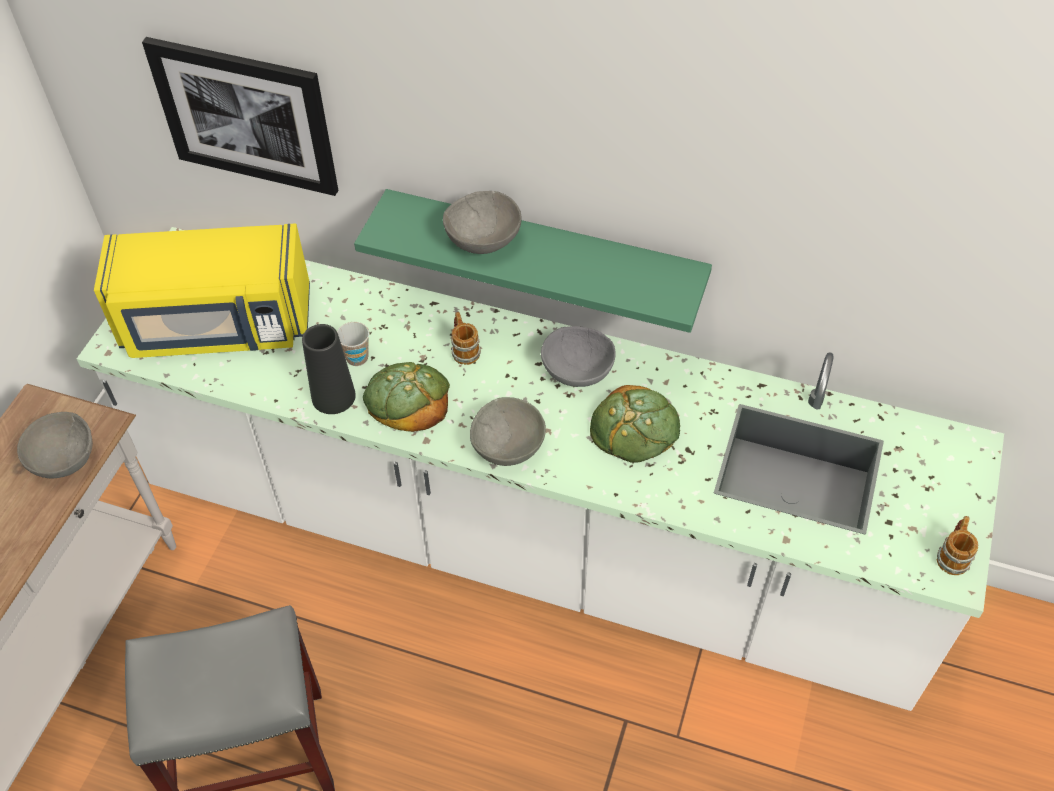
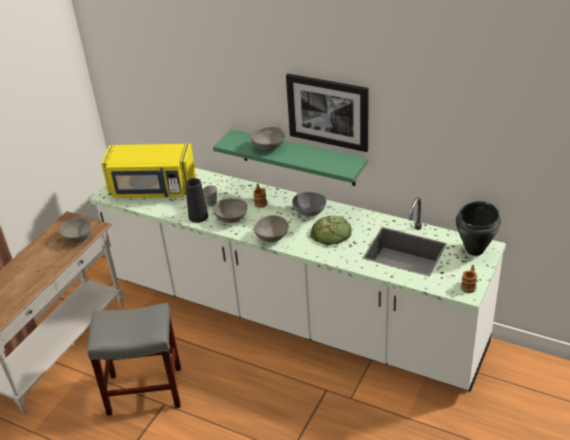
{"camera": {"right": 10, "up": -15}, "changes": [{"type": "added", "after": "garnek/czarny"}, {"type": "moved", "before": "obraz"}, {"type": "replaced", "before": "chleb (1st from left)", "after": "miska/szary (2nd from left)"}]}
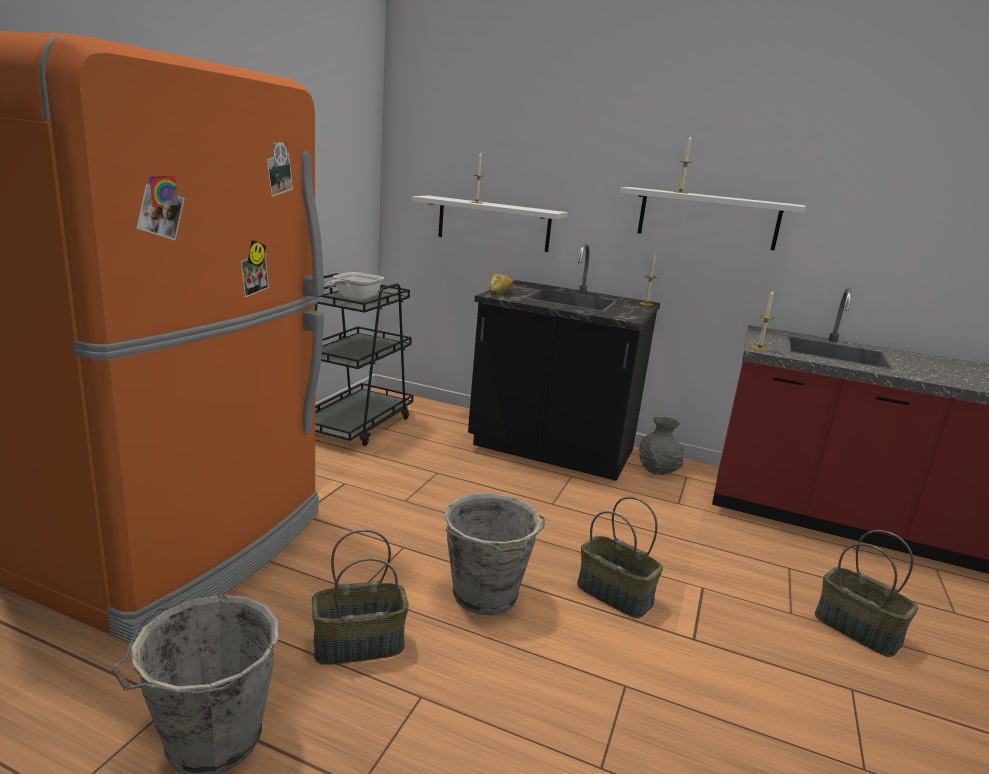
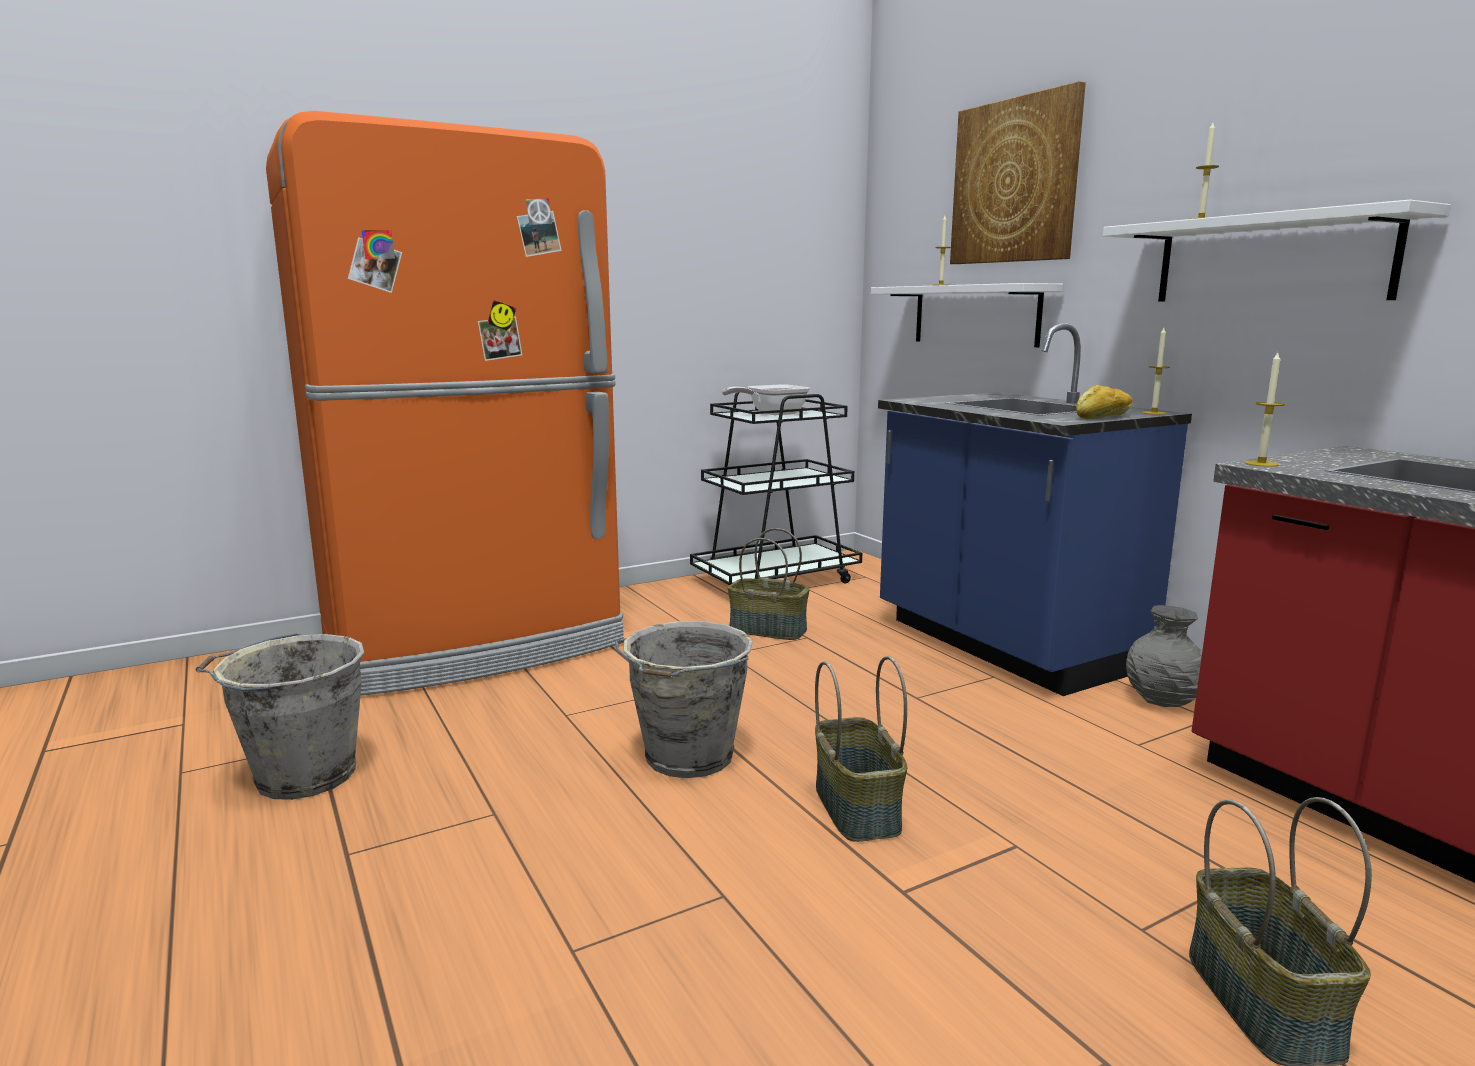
{"camera": {"right": 40, "up": -5}, "changes": [{"type": "added", "after": "obraz"}, {"type": "moved", "before": "koszyk (1st from left)"}, {"type": "moved", "before": "chleb"}, {"type": "recoloured", "before": "zabudowa kuchenna/czarny", "after": "zabudowa kuchenna/niebieski"}]}
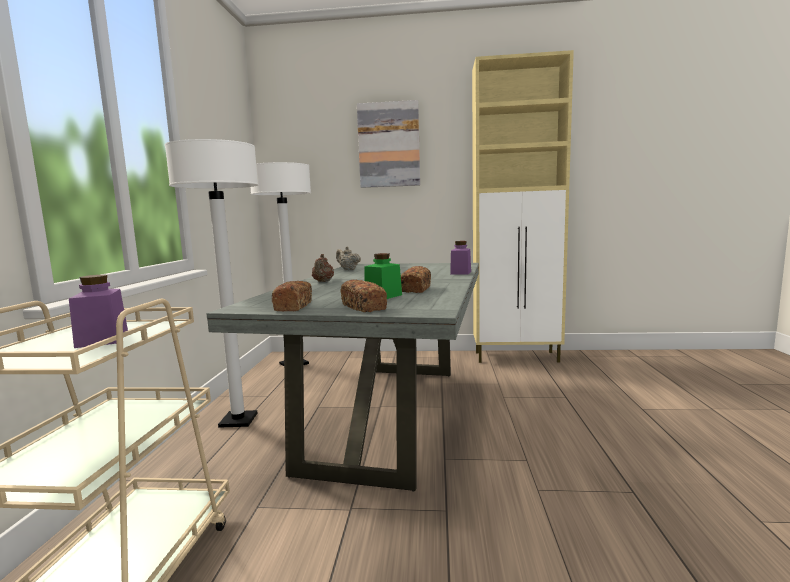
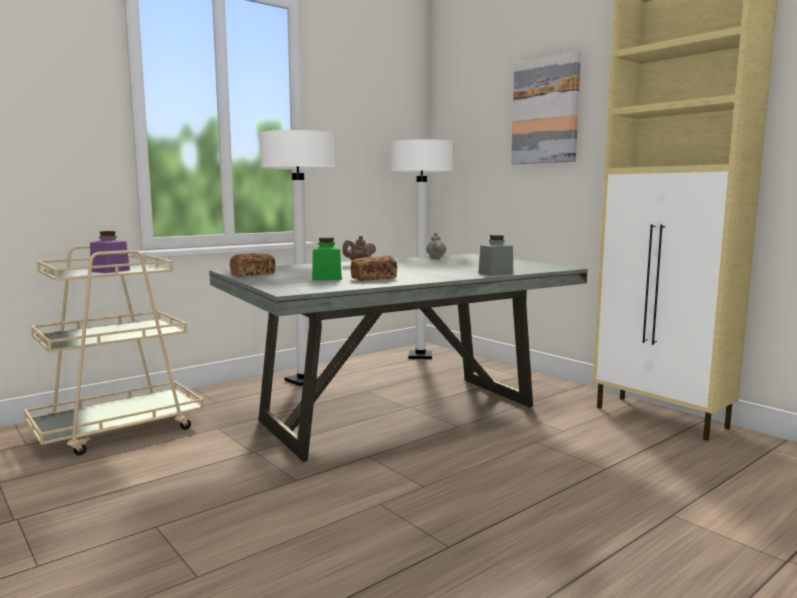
{"camera": {"right": 45, "up": 0}, "changes": [{"type": "removed", "before": "chleb (2nd from left)"}, {"type": "recoloured", "before": "słoik/fioletowy (2nd from left)", "after": "słoik/szary"}]}
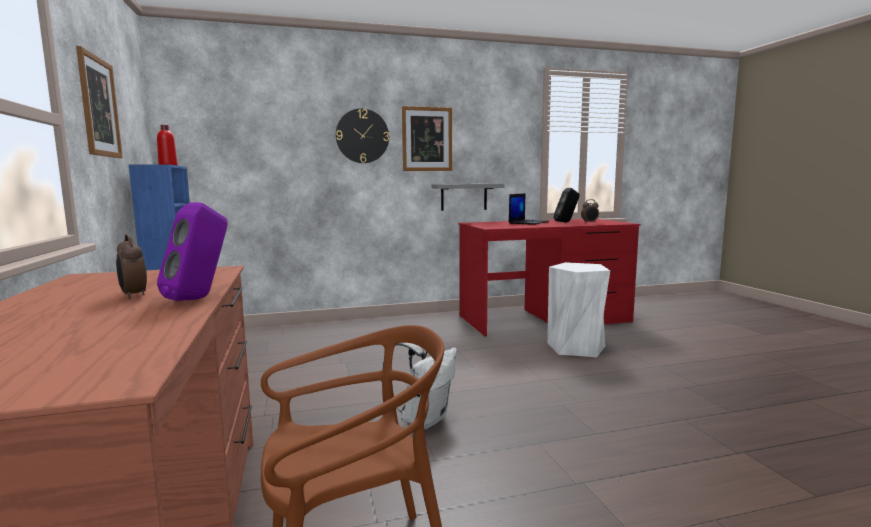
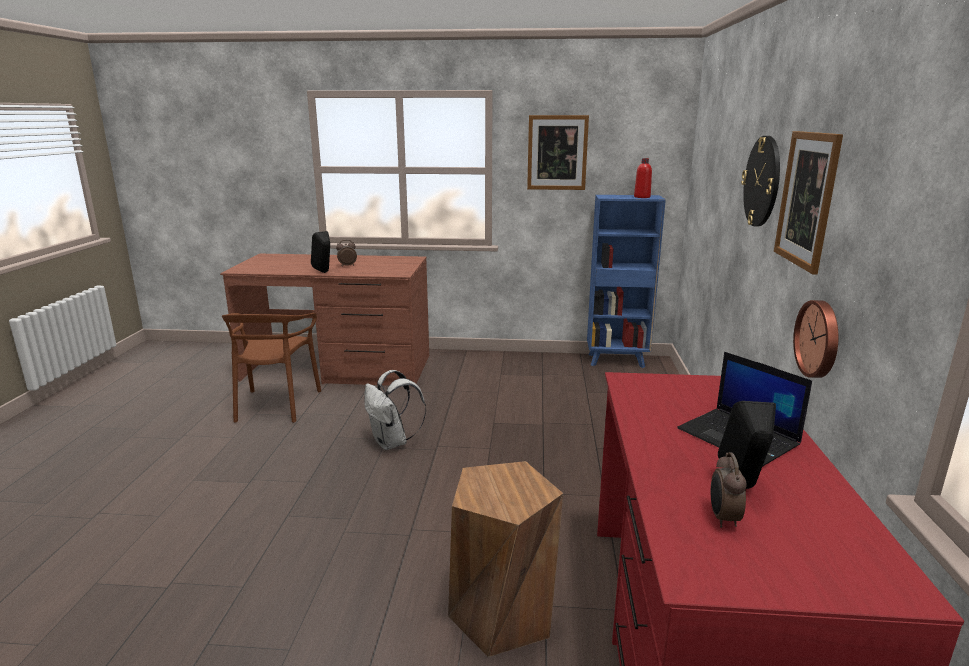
{"camera": {"right": 110, "up": 10}, "changes": [{"type": "replaced", "before": "półka/szary", "after": "zegar ścienny (2nd from left)"}, {"type": "recoloured", "before": "głośnik/fioletowy", "after": "głośnik/czarny (1st from left)"}, {"type": "recoloured", "before": "stołek/biały", "after": "stołek/brązowy"}]}
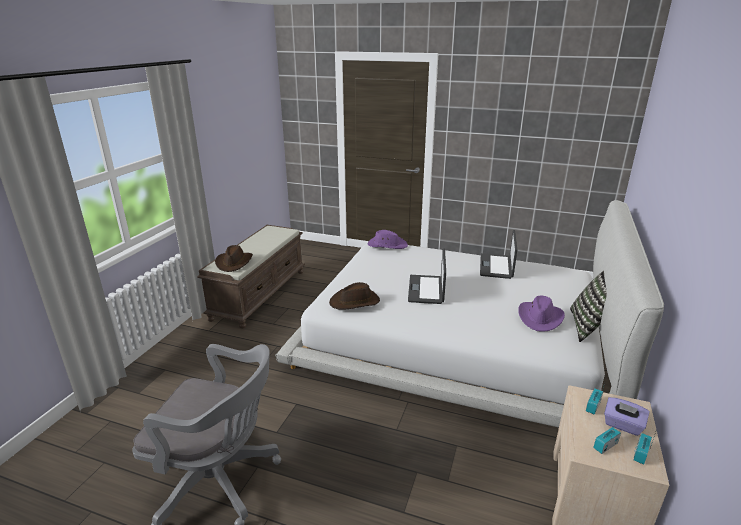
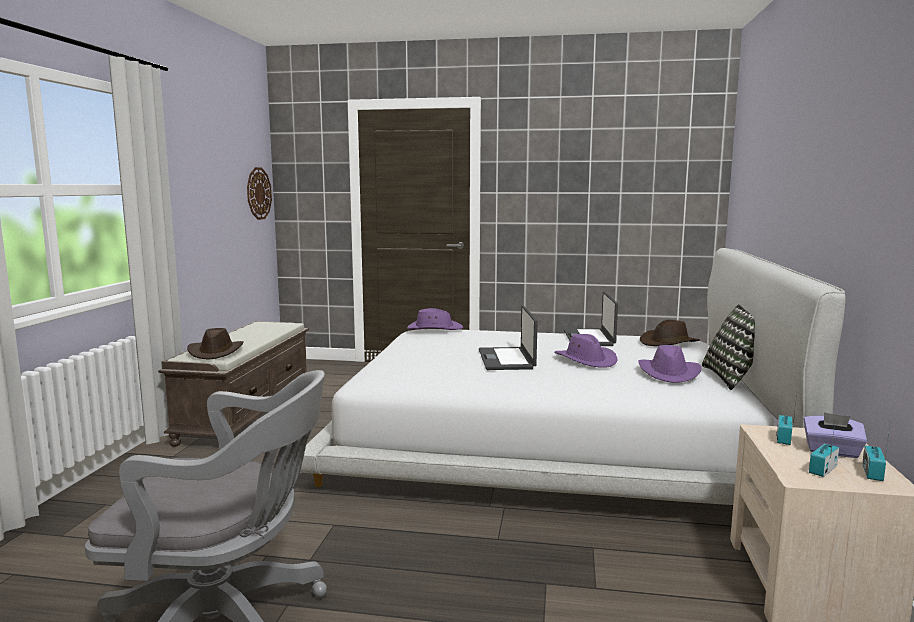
{"camera": {"right": -10, "up": -15}, "changes": [{"type": "added", "after": "zegar ścienny"}, {"type": "added", "after": "kapelusz/fioletowy (2nd from left)"}, {"type": "moved", "before": "kapelusz/brązowy (2nd from left)"}]}
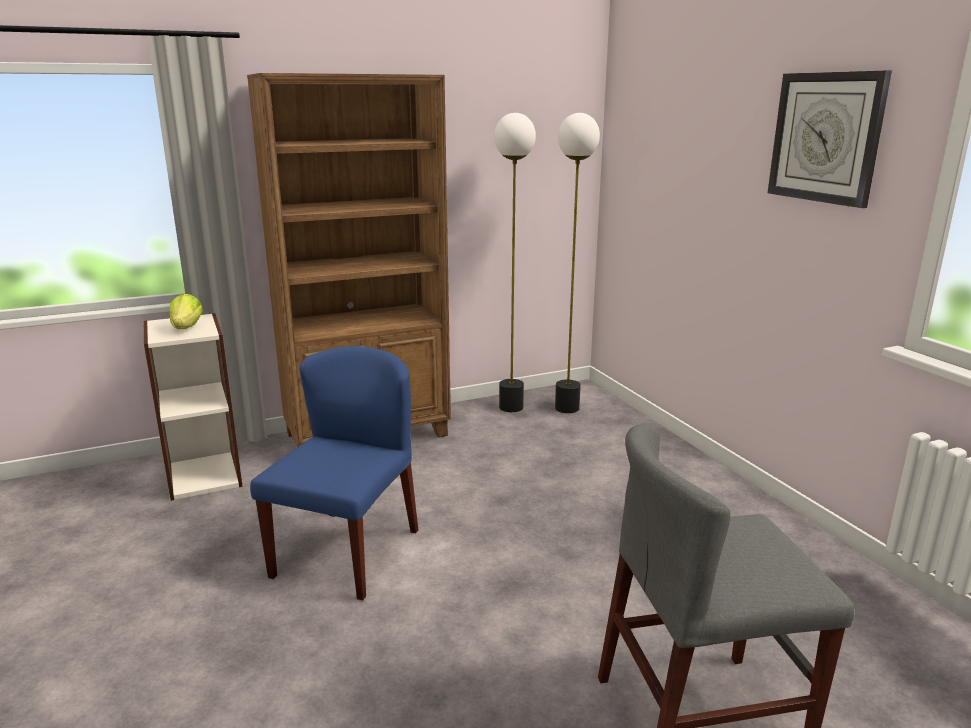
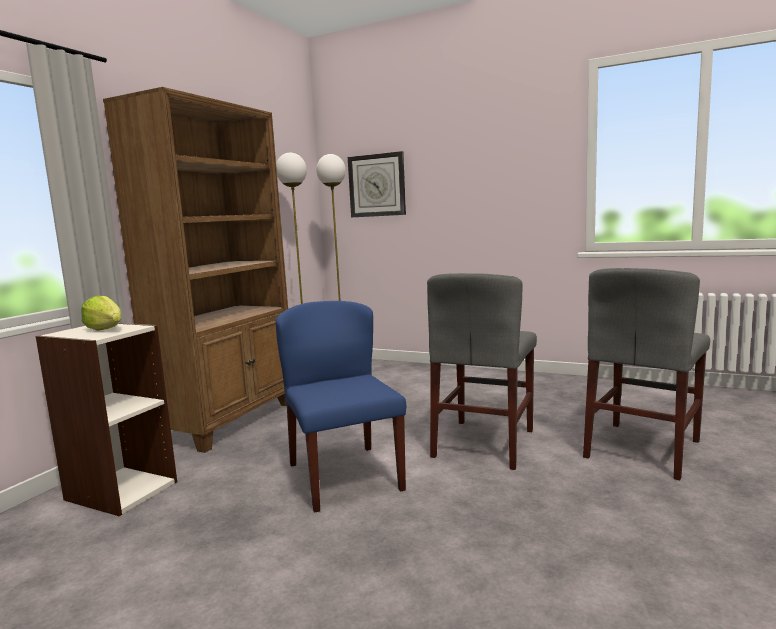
{"camera": {"right": -40, "up": -10}, "changes": [{"type": "added", "after": "krzesło/szary (1st from left)"}, {"type": "moved", "before": "zegar ścienny"}]}
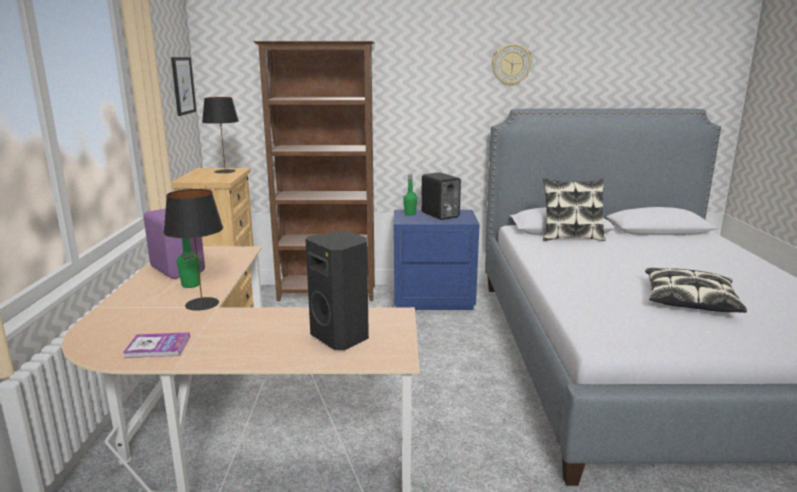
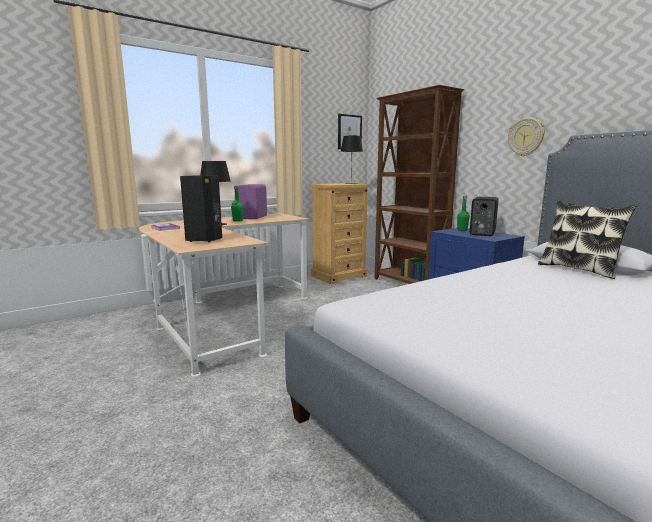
{"camera": {"right": 55, "up": -5}, "changes": [{"type": "removed", "before": "poduszka (2nd from left)"}, {"type": "moved", "before": "zegar ścienny"}]}
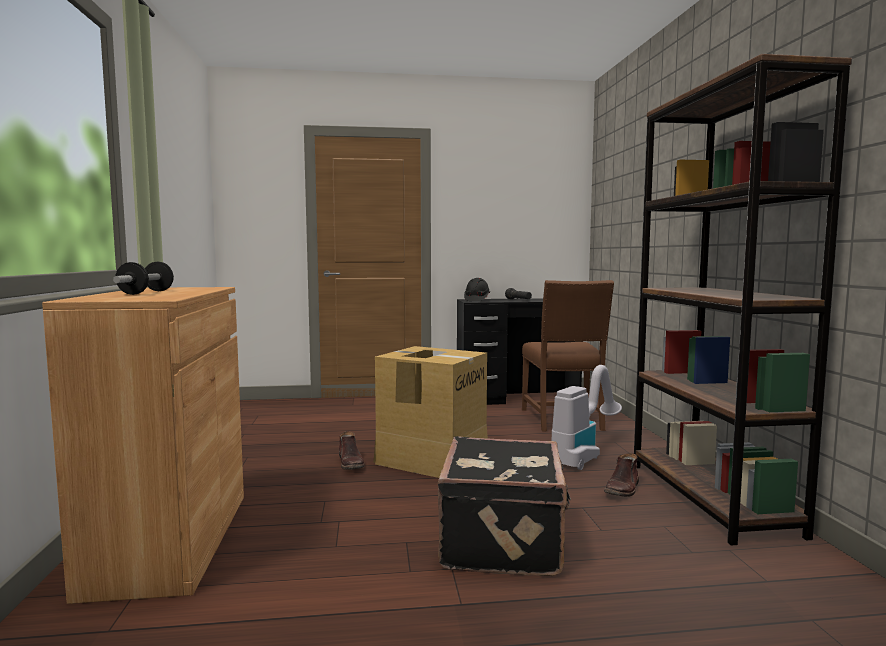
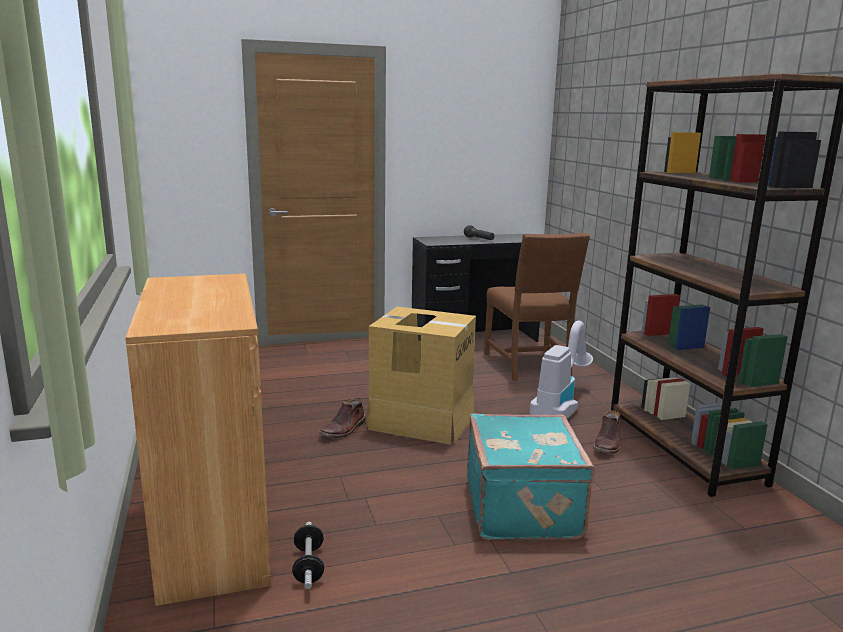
{"camera": {"right": -10, "up": 10}, "changes": [{"type": "removed", "before": "kask/czarny"}, {"type": "moved", "before": "hantel"}, {"type": "recoloured", "before": "walizka/czarny", "after": "walizka/turkusowy"}, {"type": "turned", "before": "but z cholewką/brązowy (1st from left)", "turn": 60}]}
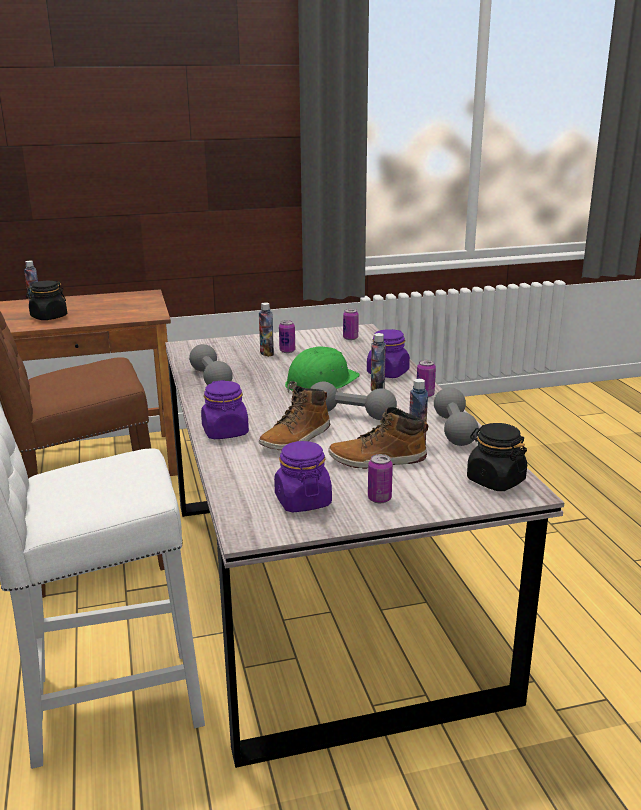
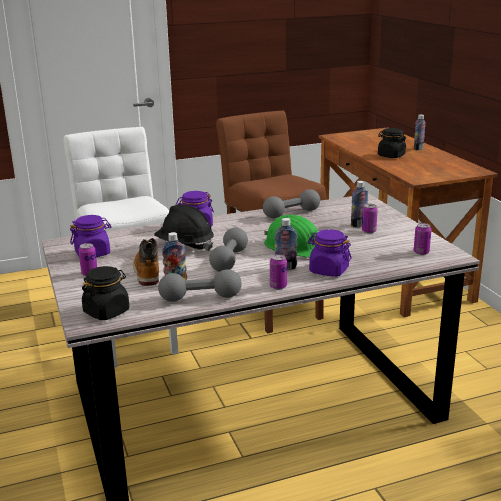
{"camera": {"right": 85, "up": 0}, "changes": [{"type": "replaced", "before": "but z cholewką (1st from left)", "after": "kask/czarny"}]}
